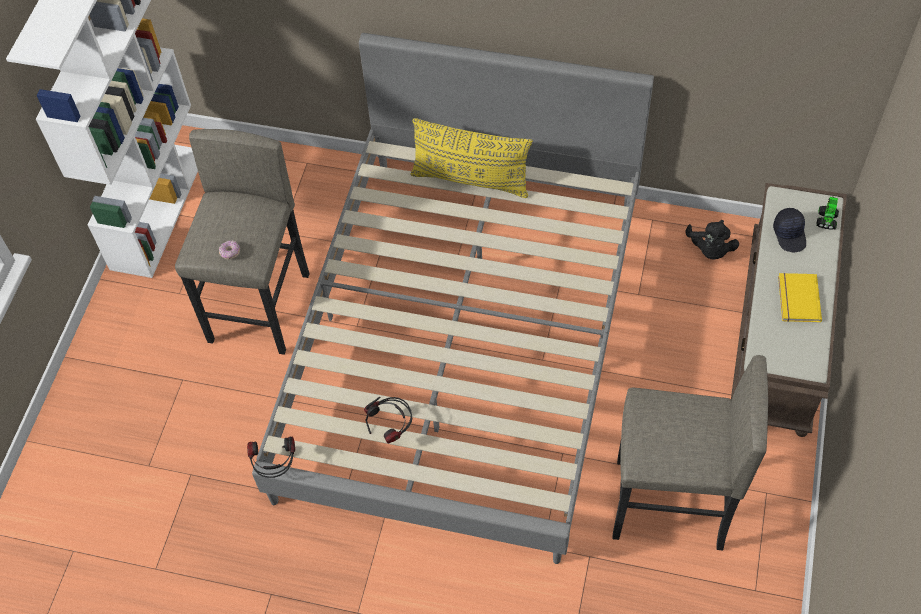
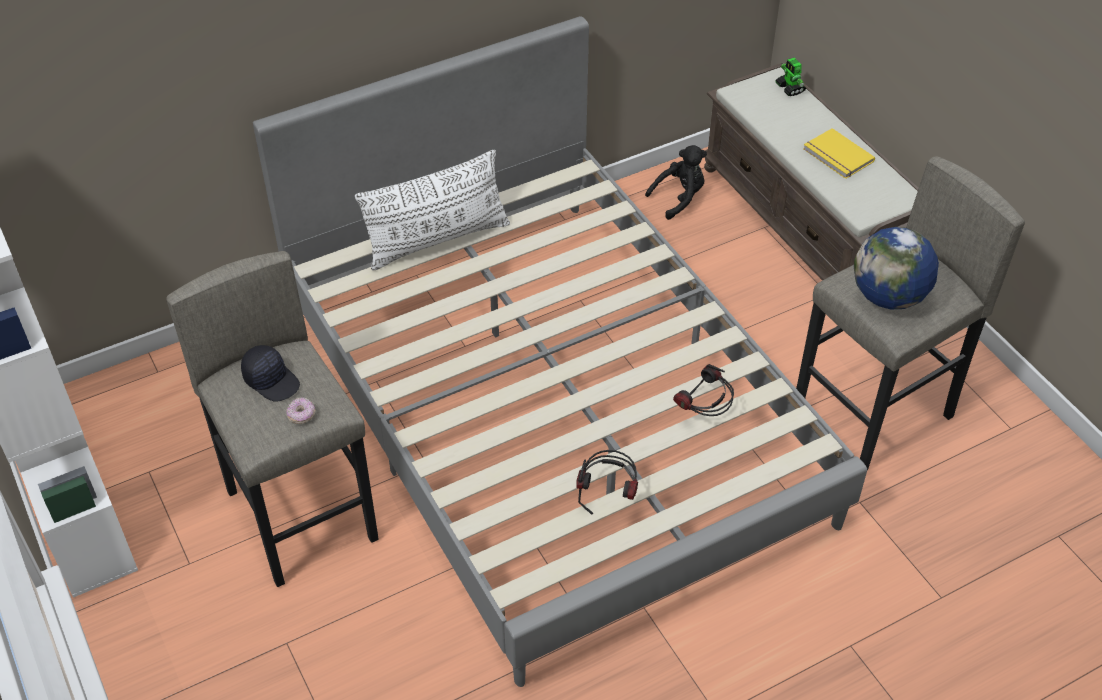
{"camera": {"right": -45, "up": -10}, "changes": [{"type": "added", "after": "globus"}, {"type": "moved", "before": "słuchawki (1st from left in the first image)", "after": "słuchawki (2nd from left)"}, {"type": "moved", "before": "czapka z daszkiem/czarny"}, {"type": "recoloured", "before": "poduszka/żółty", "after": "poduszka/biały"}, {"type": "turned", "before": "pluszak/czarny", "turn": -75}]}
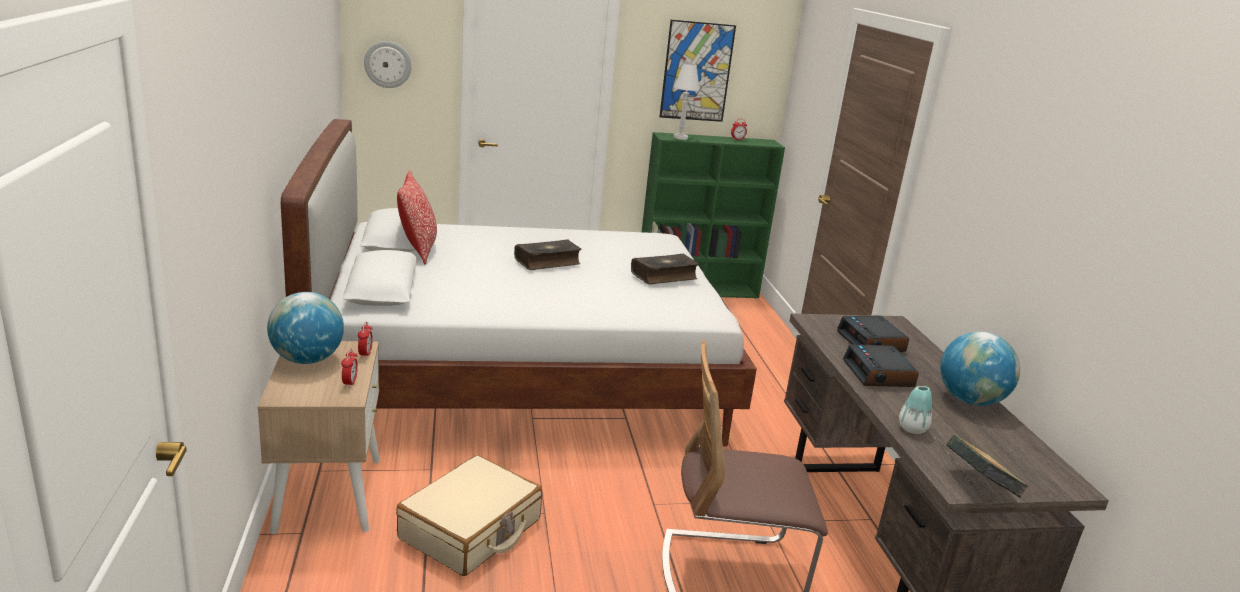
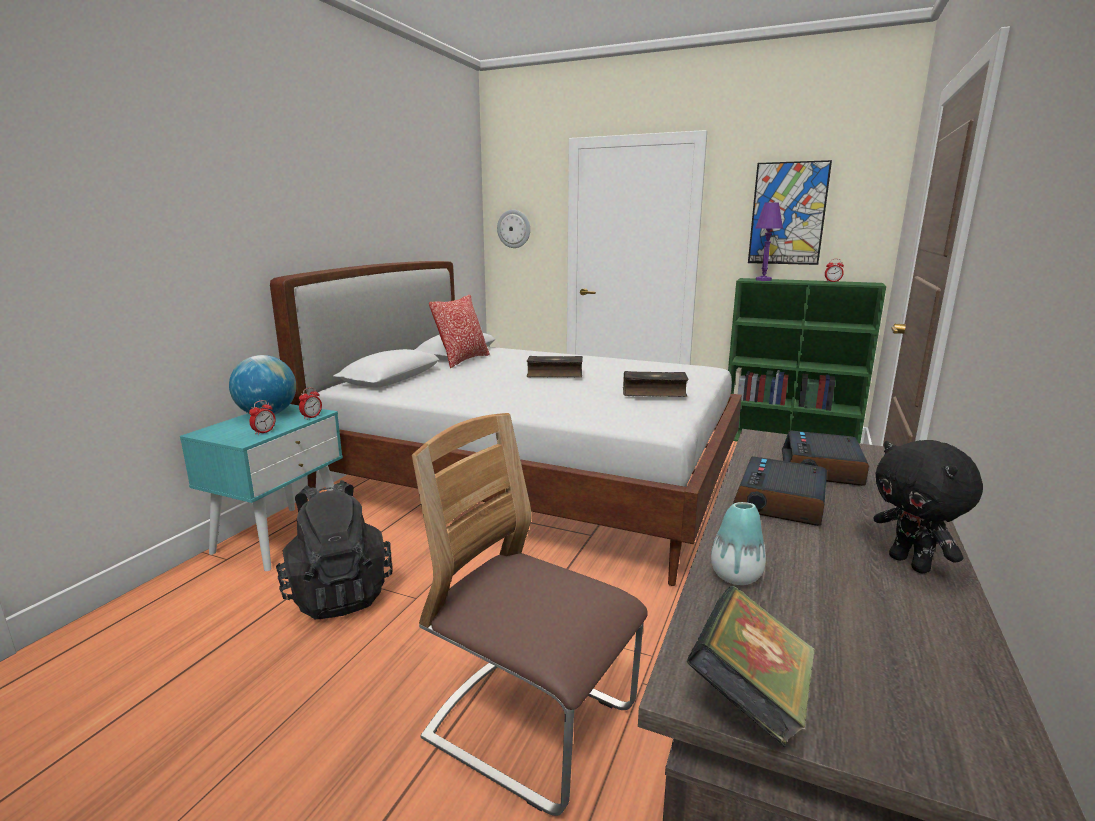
{"camera": {"right": 35, "up": -5}, "changes": [{"type": "replaced", "before": "walizka/beżowy", "after": "plecak/czarny"}, {"type": "replaced", "before": "globus (2nd from left)", "after": "pluszak/czarny"}, {"type": "recoloured", "before": "szafka nocna/beżowy", "after": "szafka nocna/turkusowy"}, {"type": "recoloured", "before": "lampa stołowa/biały", "after": "lampa stołowa/fioletowy"}]}
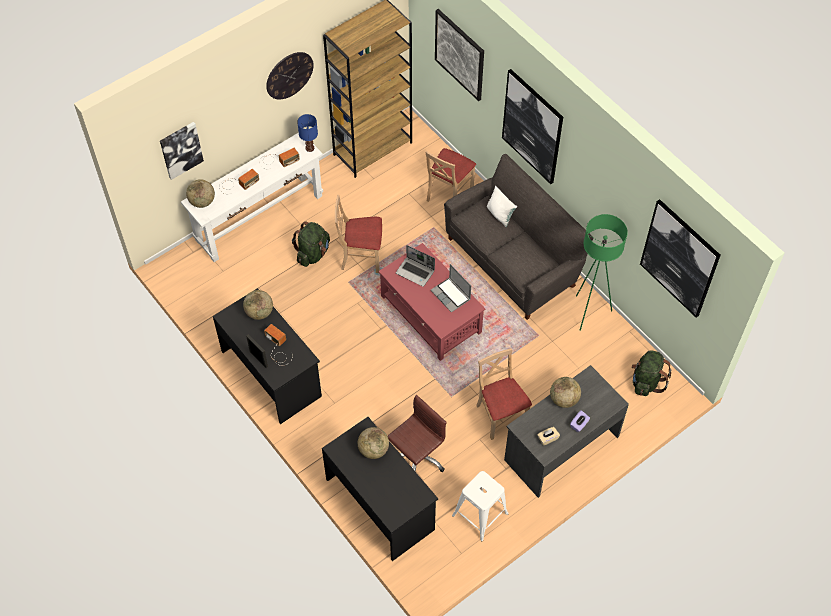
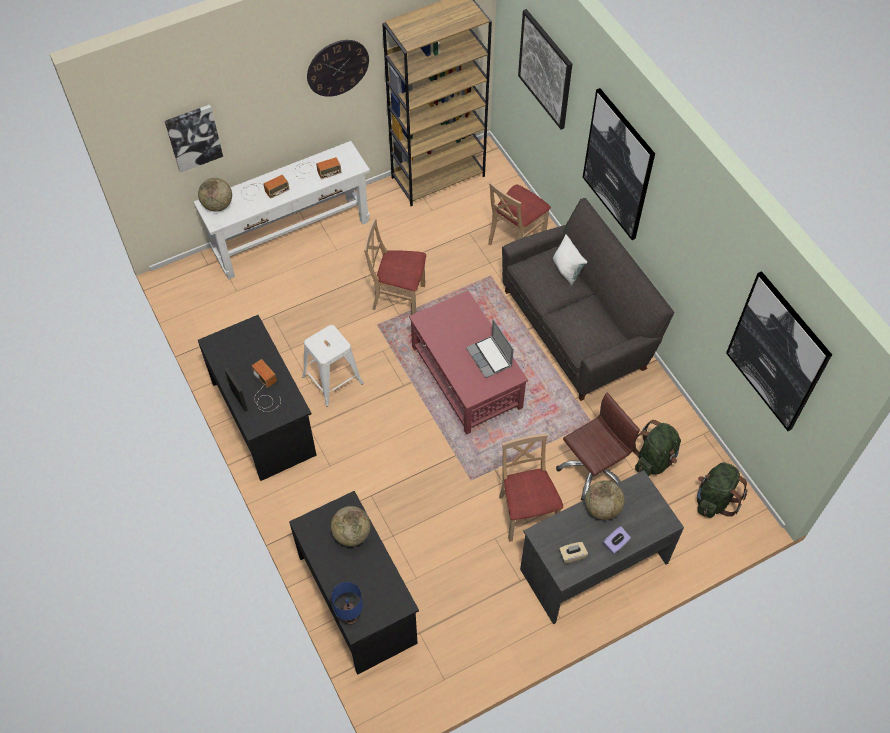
{"camera": {"right": 10, "up": 0}, "changes": [{"type": "removed", "before": "globus (2nd from left)"}, {"type": "removed", "before": "laptop (1st from left)"}, {"type": "removed", "before": "lampa stojąca/zielony"}, {"type": "moved", "before": "plecak/zielony (1st from left)"}, {"type": "moved", "before": "lampa stołowa/niebieski"}, {"type": "moved", "before": "krzesło biurowe/brązowy"}, {"type": "moved", "before": "stołek/biały"}]}
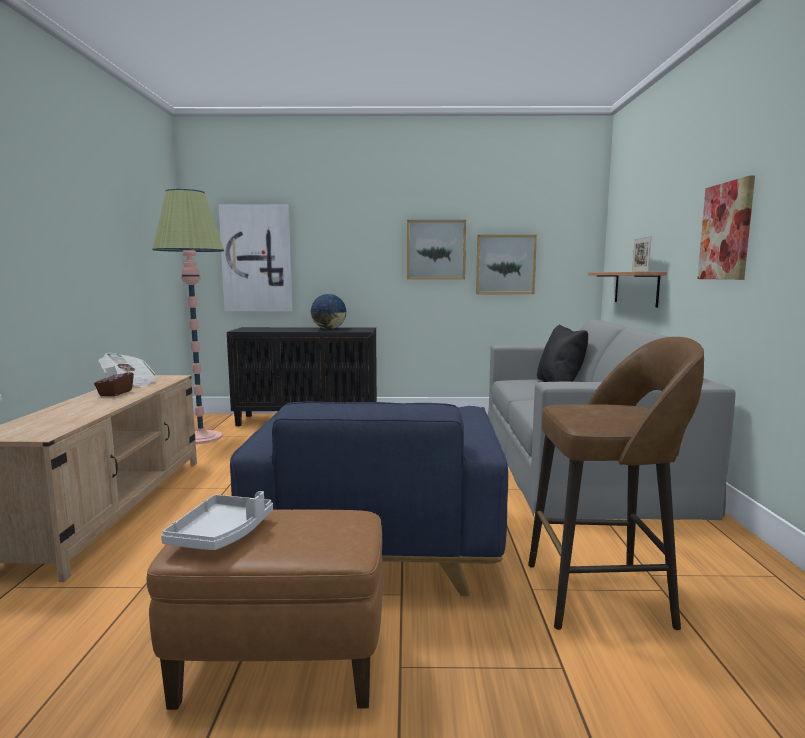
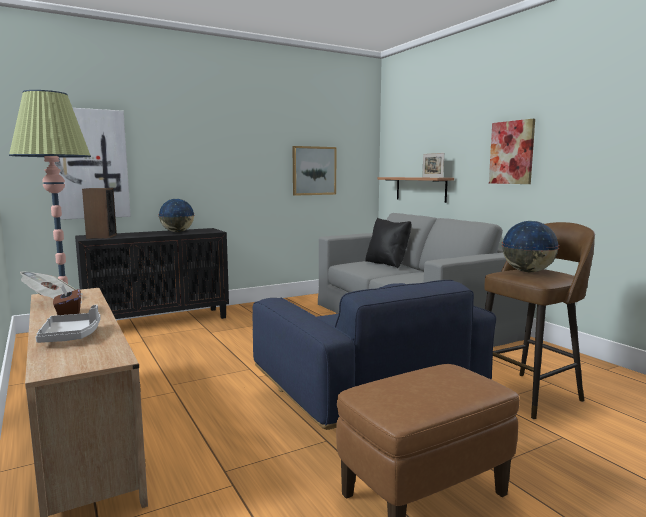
{"camera": {"right": -30, "up": 0}, "changes": [{"type": "removed", "before": "obraz (2nd from left)"}, {"type": "added", "after": "głośnik"}, {"type": "added", "after": "globus (2nd from left)"}, {"type": "moved", "before": "taca/szary"}]}
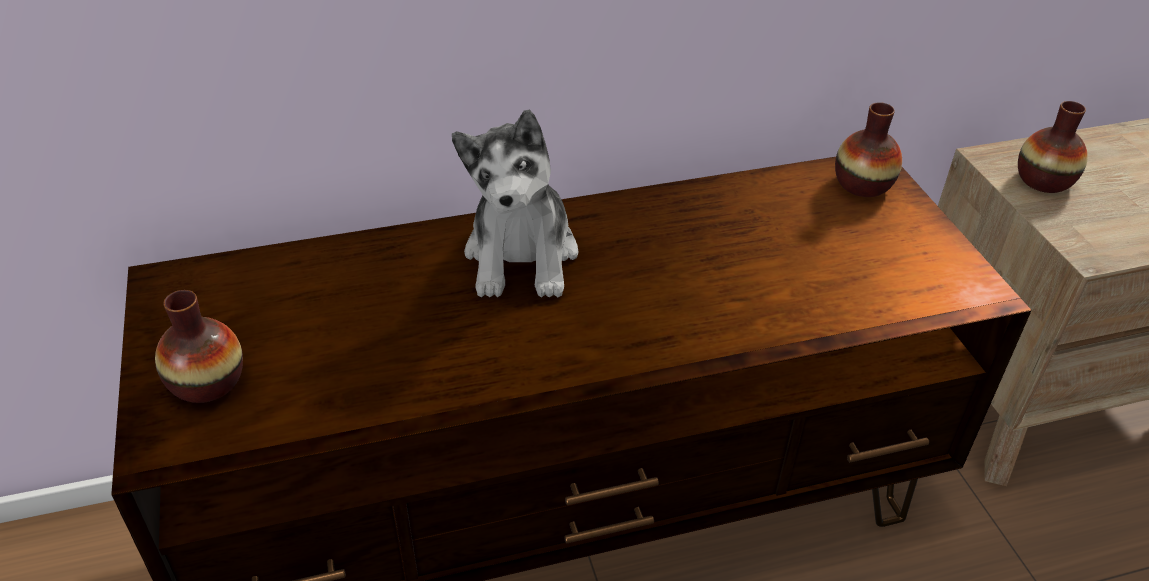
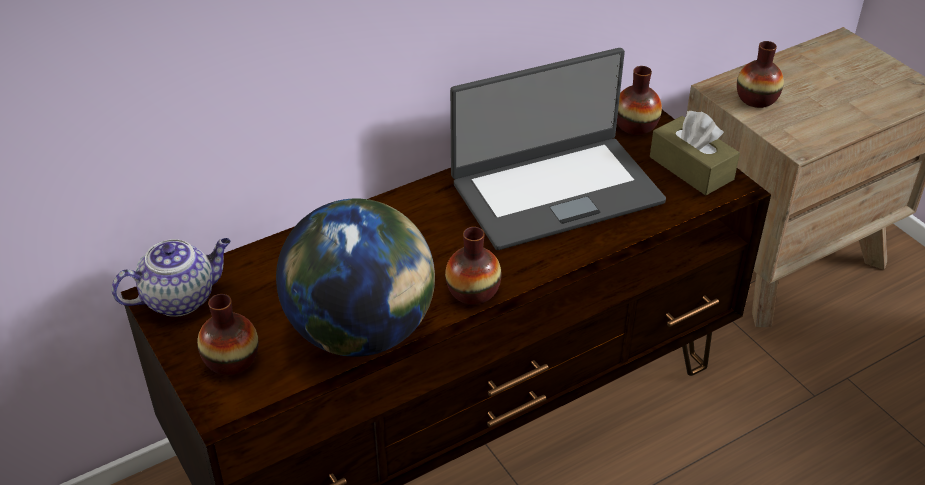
{"camera": {"right": -15, "up": 0}, "changes": [{"type": "removed", "before": "pluszak"}, {"type": "added", "after": "imbryk"}, {"type": "added", "after": "globus"}, {"type": "added", "after": "wazon (2nd from left)"}, {"type": "added", "after": "laptop"}, {"type": "added", "after": "pudełko chusteczek/brązowy"}]}
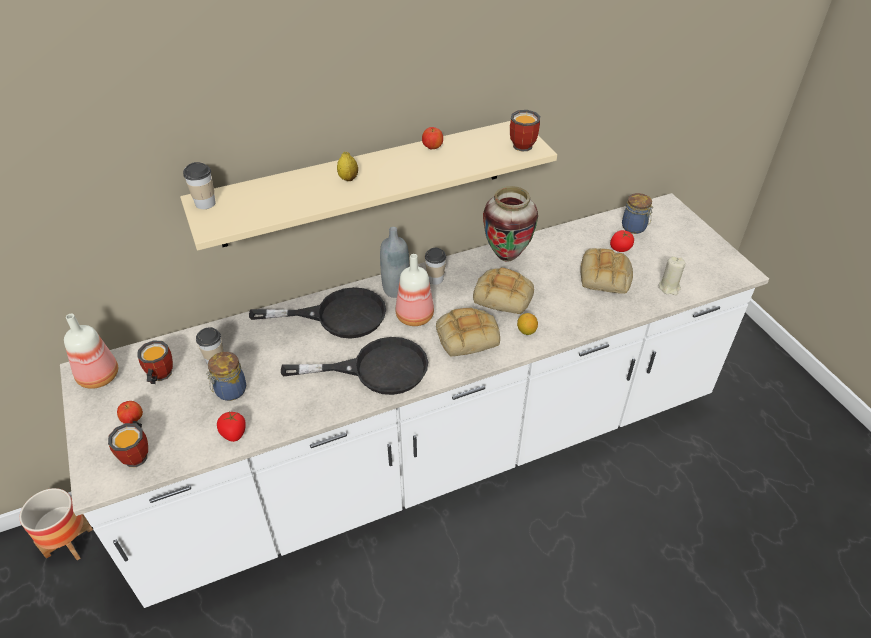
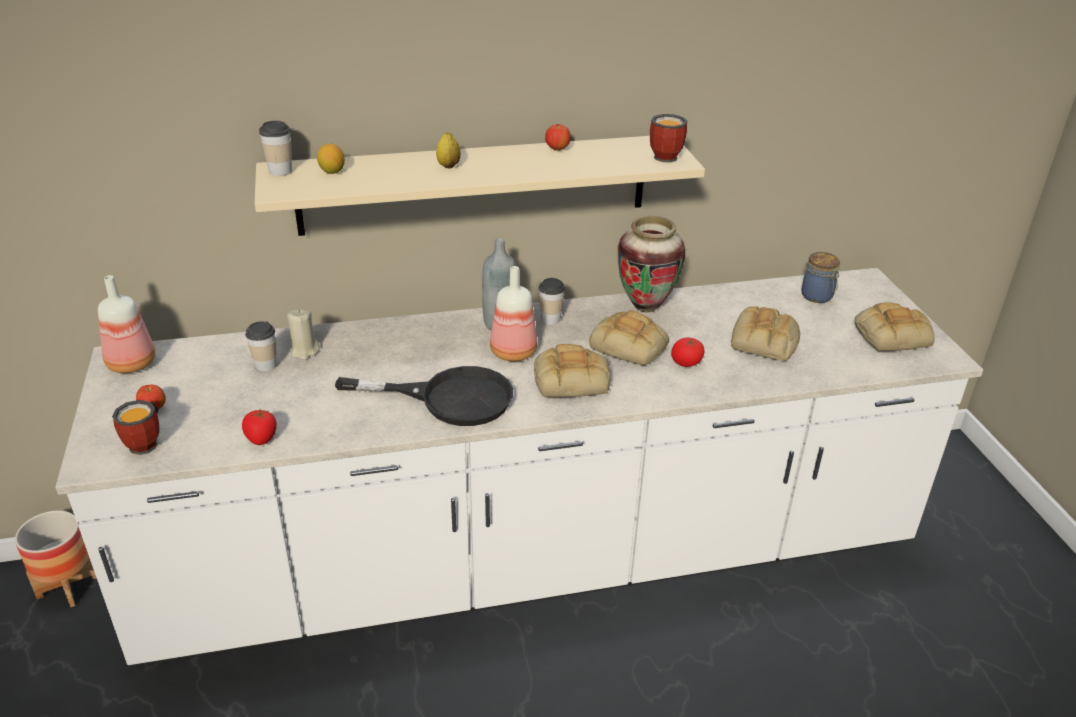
{"camera": {"right": 10, "up": -10}, "changes": [{"type": "removed", "before": "kubek (2nd from left)"}, {"type": "removed", "before": "słoik (1st from left)"}, {"type": "removed", "before": "patelnia/czarny (1st from left)"}, {"type": "added", "after": "chleb (4th from left)"}, {"type": "moved", "before": "cytryna (2nd from left in the first image)", "after": "cytryna (1st from left)"}, {"type": "moved", "before": "pomidor (2nd from left)"}, {"type": "moved", "before": "świeca/beżowy"}]}
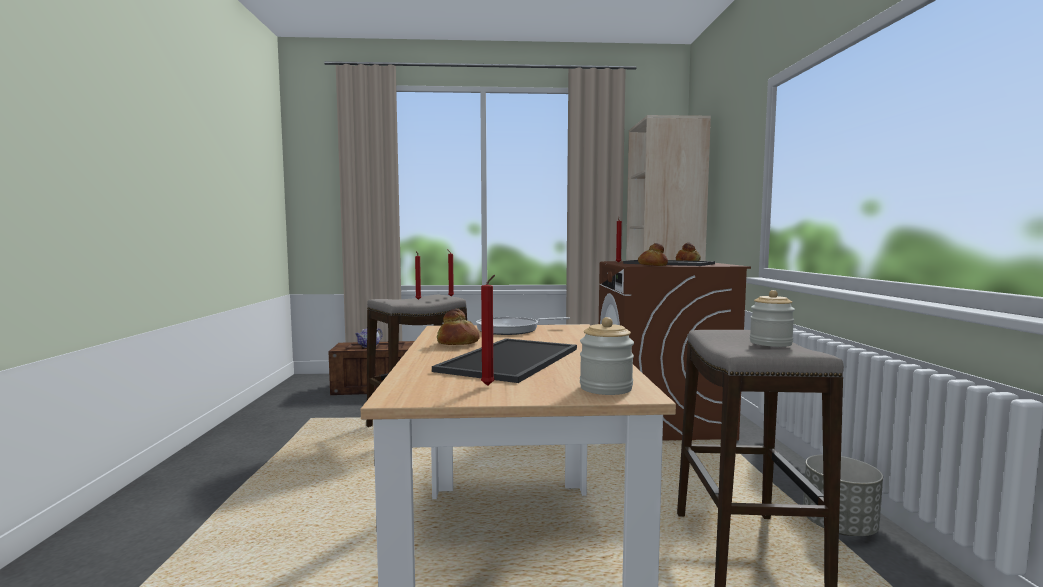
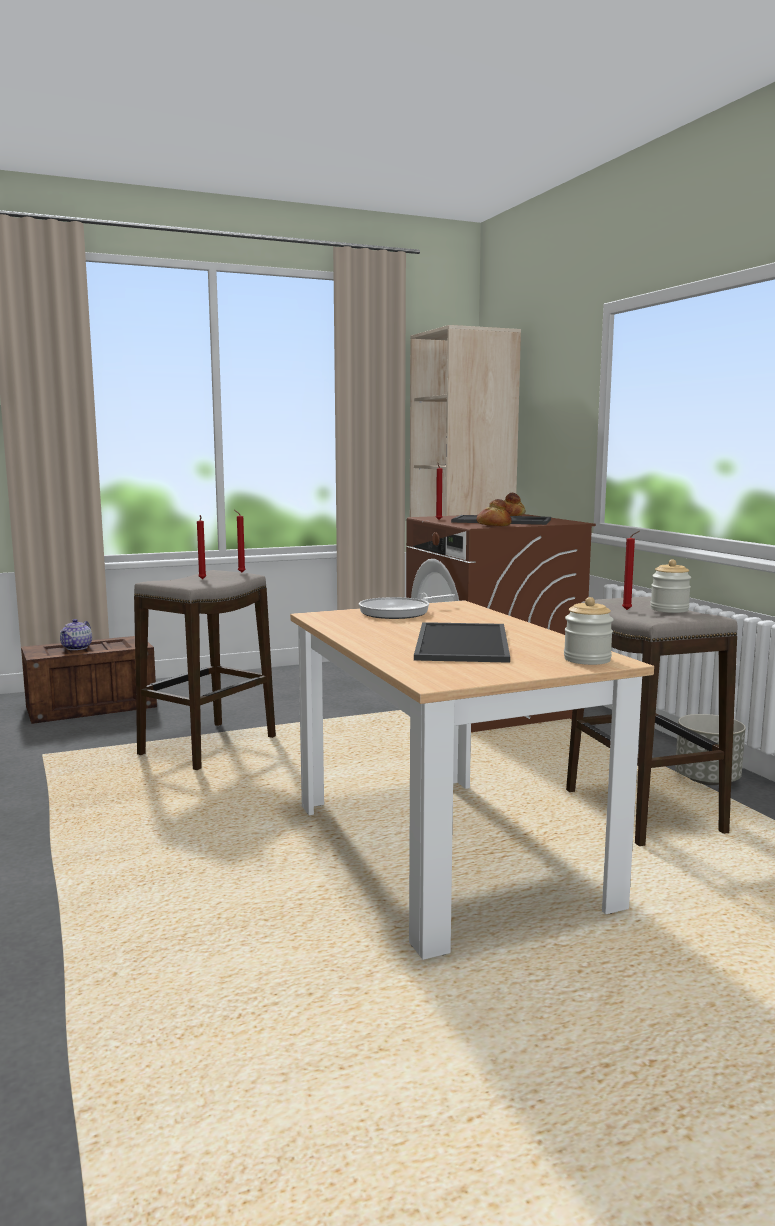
{"camera": {"right": -20, "up": 5}, "changes": [{"type": "removed", "before": "chleb (1st from left)"}, {"type": "moved", "before": "świeca/czerwony (3rd from left in the first image)", "after": "świeca/czerwony (4th from left)"}]}
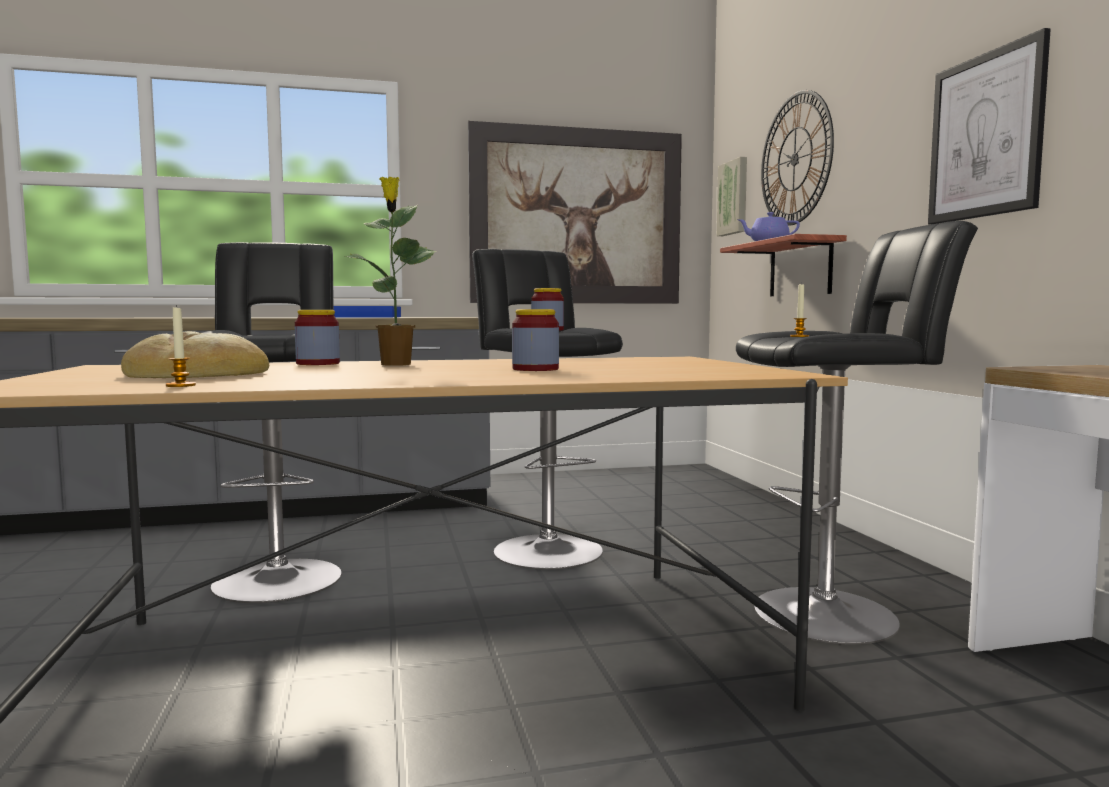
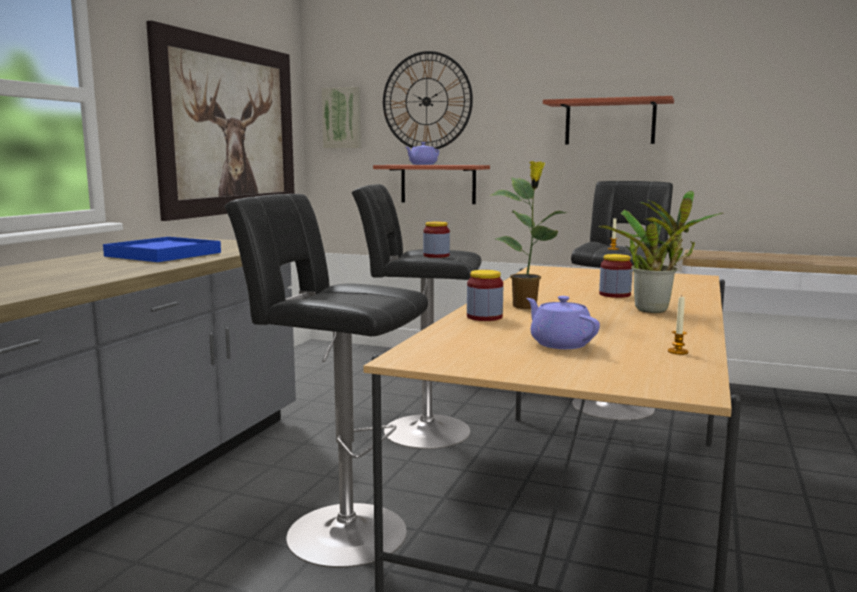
{"camera": {"right": -55, "up": 5}, "changes": [{"type": "added", "after": "roślina doniczkowa (2nd from left)"}, {"type": "replaced", "before": "chleb", "after": "imbryk/fioletowy (2nd from left)"}, {"type": "replaced", "before": "obraz (3rd from left)", "after": "półka (2nd from left)"}]}
